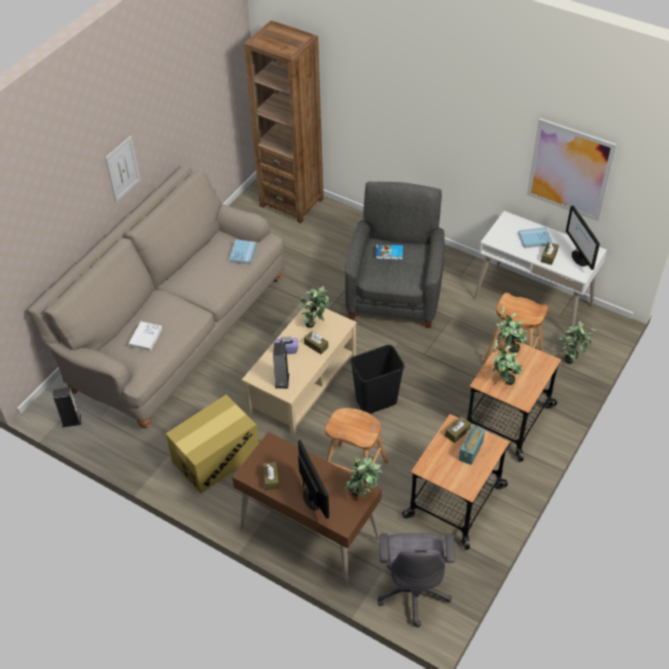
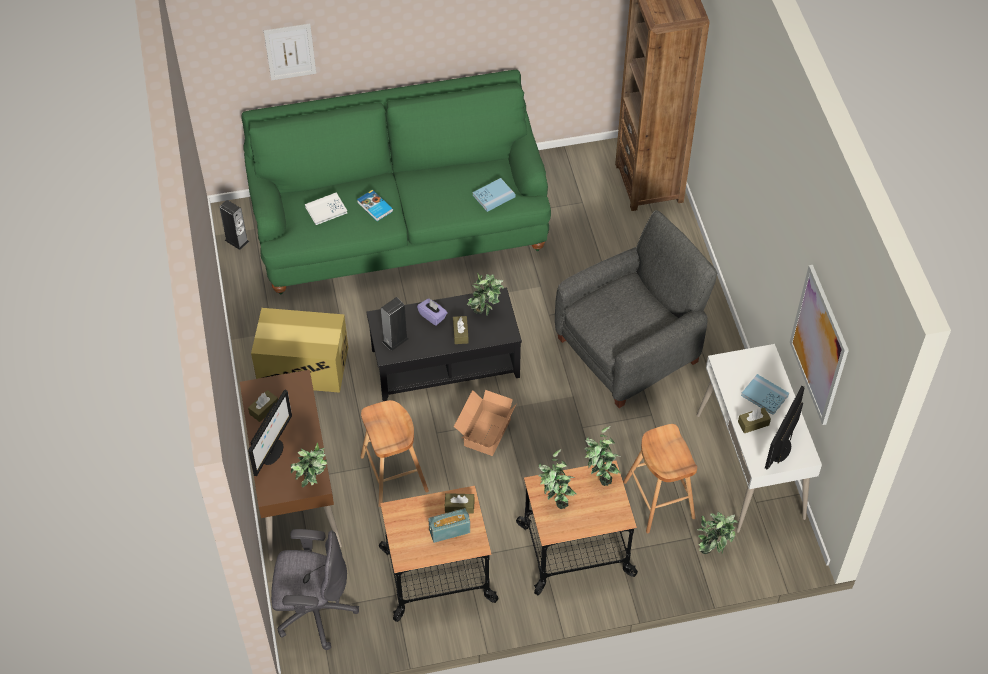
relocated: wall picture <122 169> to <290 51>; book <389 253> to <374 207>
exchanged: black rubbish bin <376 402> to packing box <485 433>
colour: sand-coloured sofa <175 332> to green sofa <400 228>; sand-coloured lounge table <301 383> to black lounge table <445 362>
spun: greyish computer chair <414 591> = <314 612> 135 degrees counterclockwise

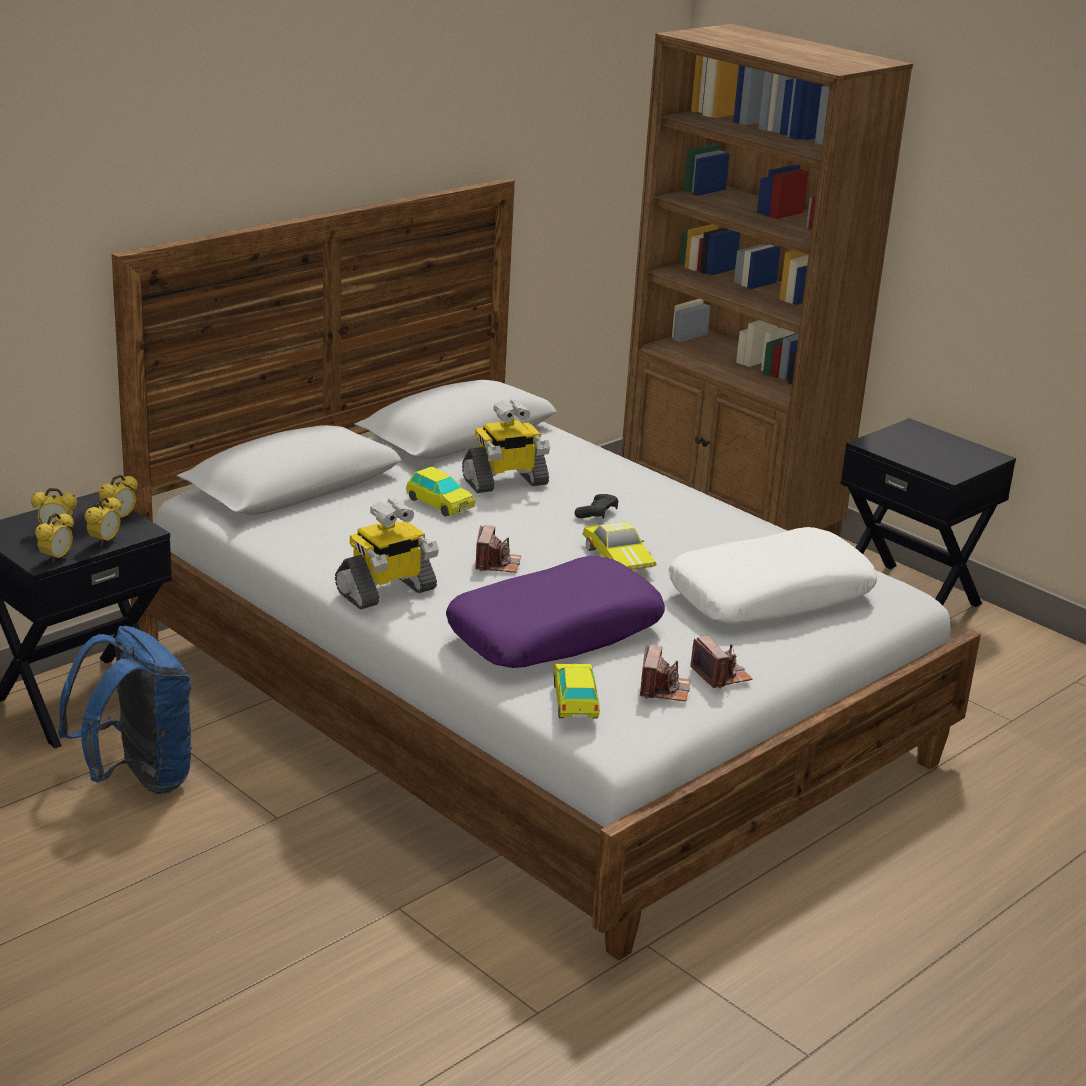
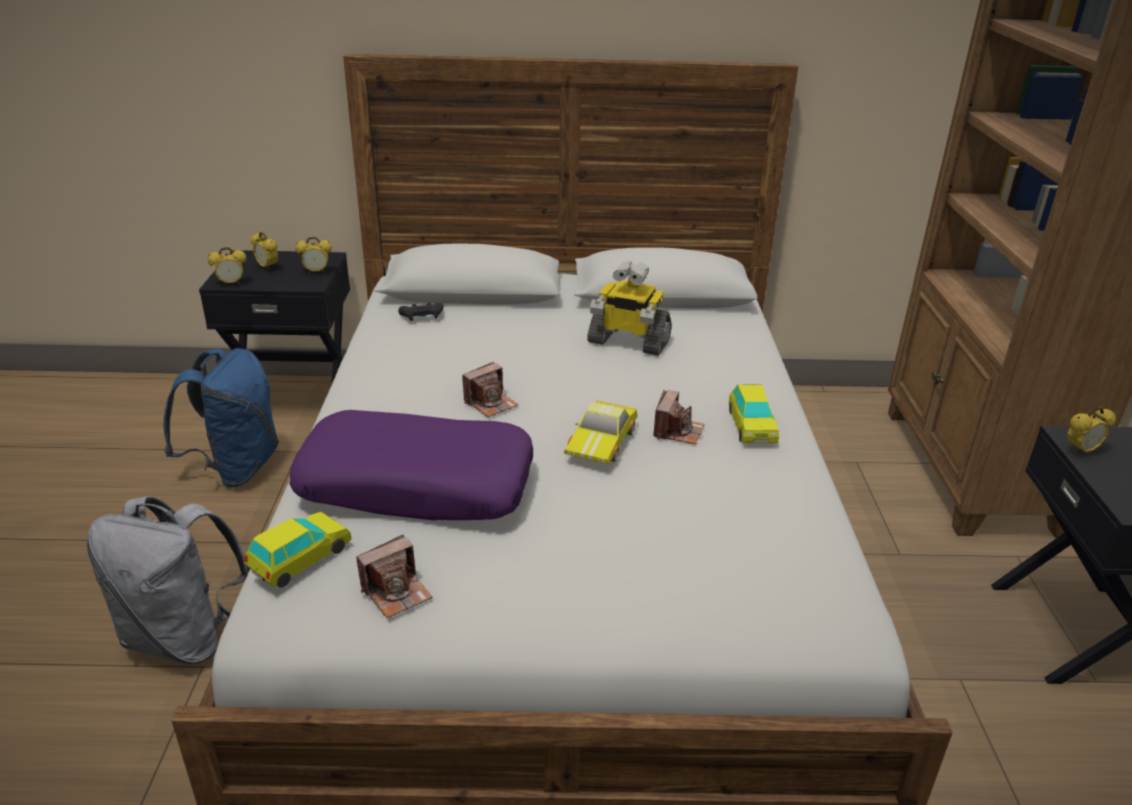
missing: robot figure <386 591>; white cushion <770 595>
appeared: greyish rucksack <184 637>
relocated: miniature car <440 504> to <751 427>; black game controller <597 513> to <422 317>; bedside clock <105 541> to <1081 451>; still camera <720 675> to <677 431>

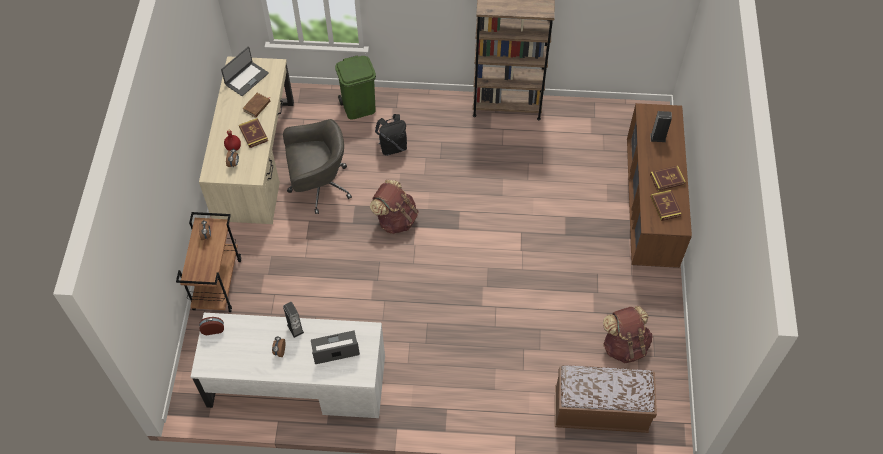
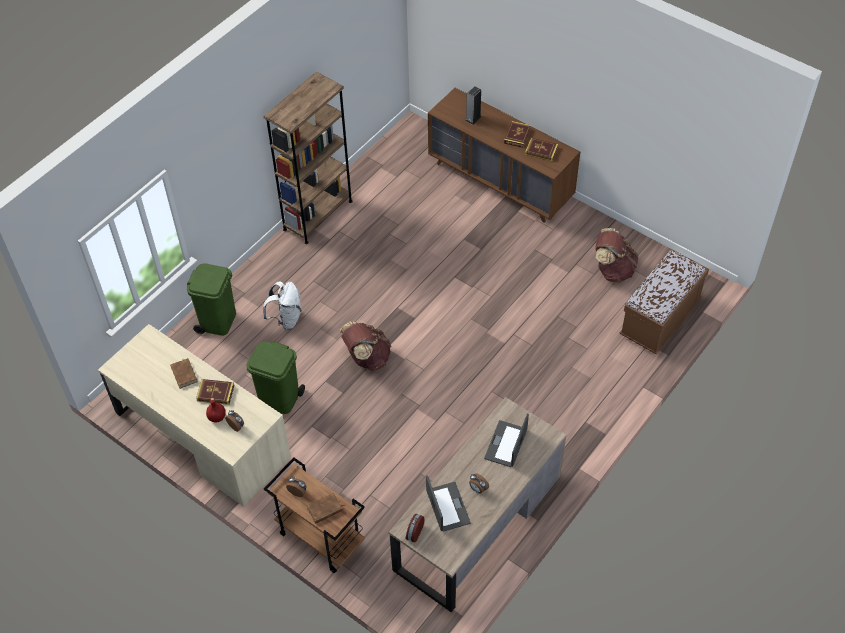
missing: speaker <295 328>
appeared: brown-coloured book <325 509>
relocated: laptop <246 79> to <447 507>
exchanged: greyish computer chair <319 186> to green rubbish bin <280 398>
colour: black rucksack <392 147> to white rucksack <286 319>; white desk unit <297 382> to brown-coloured desk unit <478 522>

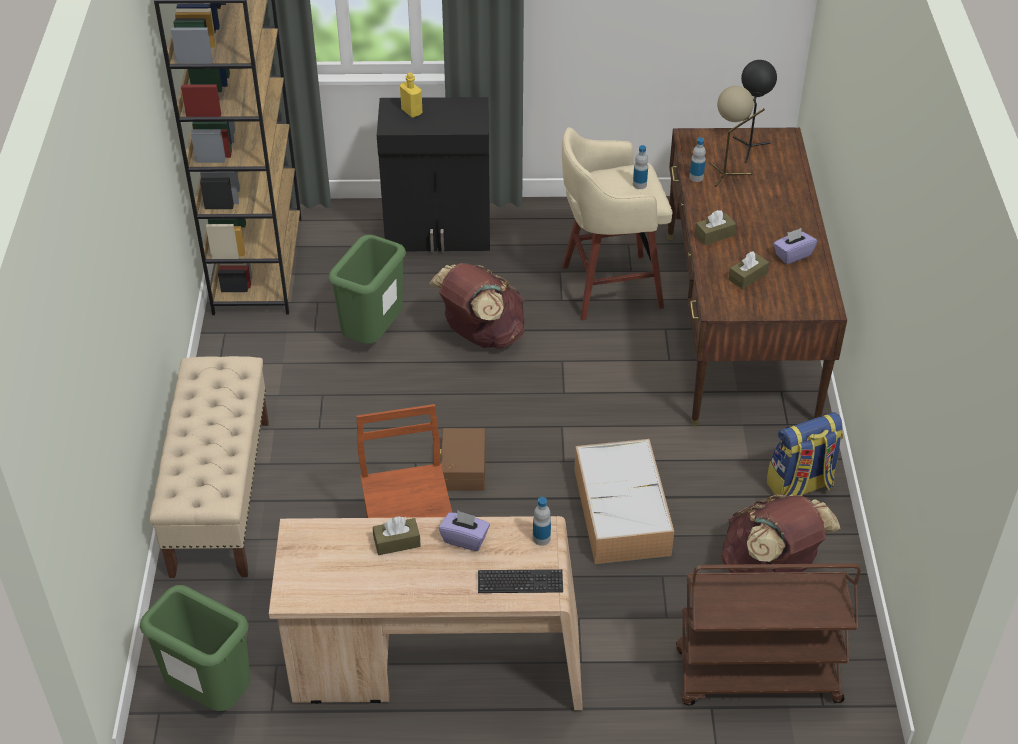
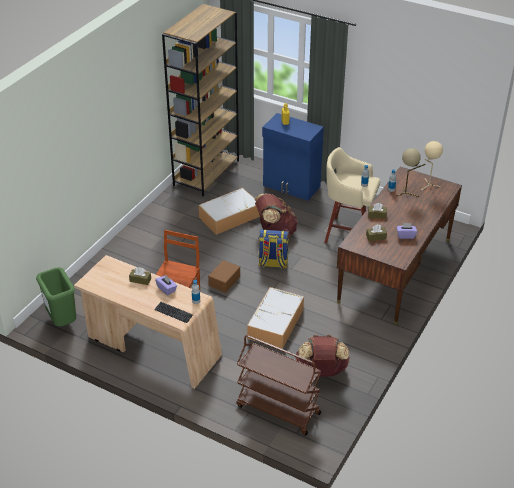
missing: sand-coloured bench <221 495>
relocated: rucksack <800 486> to <273 263>
exchanged: green rubbish bin <373 335> to storage bin <230 216>
colour: black table lamp <749 148> to sand-coloured table lamp <428 186>; black cupboard <439 234> to bluish cupboard <291 186>

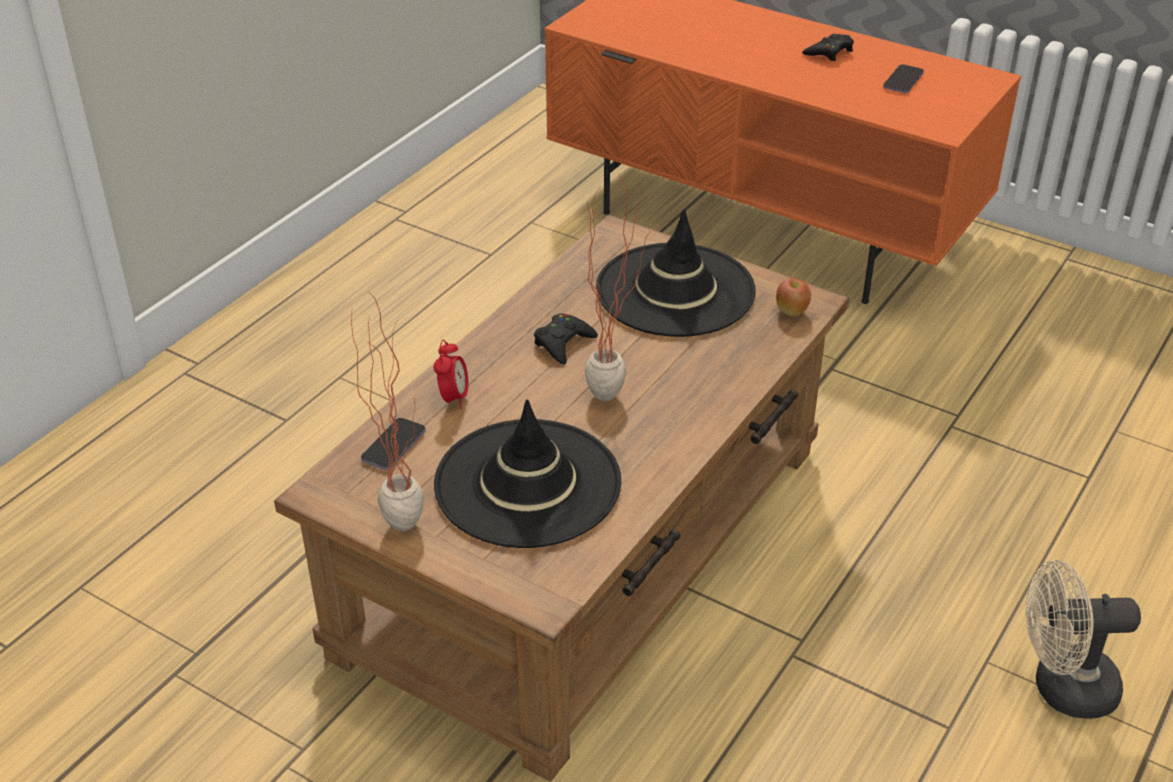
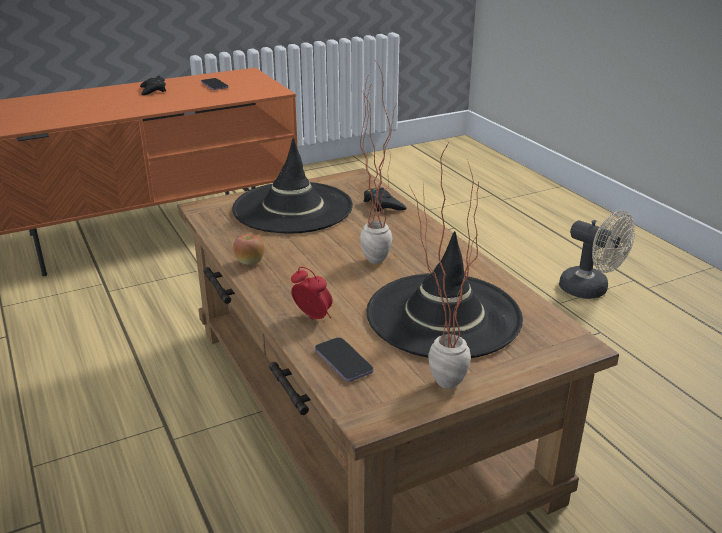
relocated: apple <792 311> to <249 262>; black game controller <563 343> to <383 205>
spun: sand-coloured electric fan <1061 688> = <590 290> 75 degrees counterclockwise

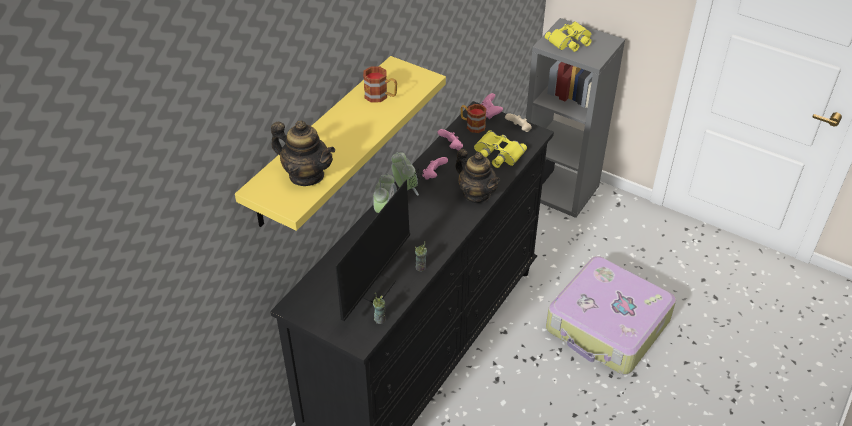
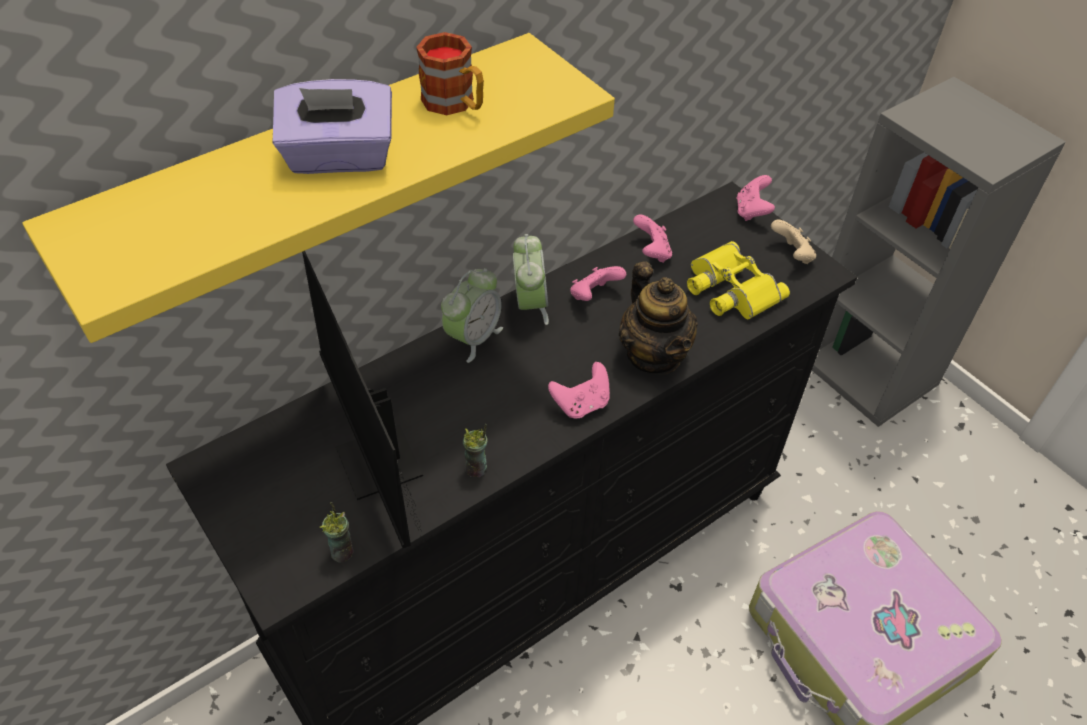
missing: yellowish binoculars <570 41>; tea mug <472 125>; tea pot <306 175>
appeared: purple-coloured tissue holder <339 157>; pink-coloured game controller <581 404>
spun: computer display <377 283> = <380 473> 105 degrees clockwise

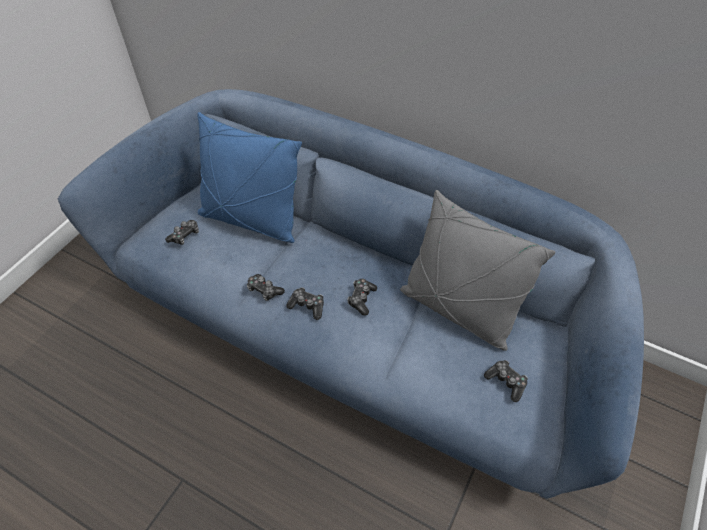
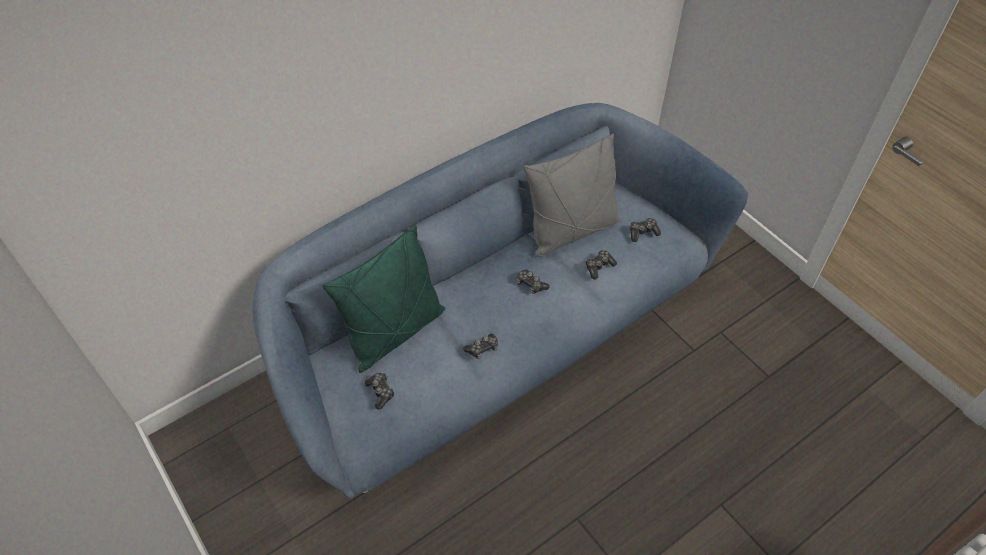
relocated: game controller <307 306> to <599 267>
colour: bluish cushion <251 220> to green cushion <395 332>

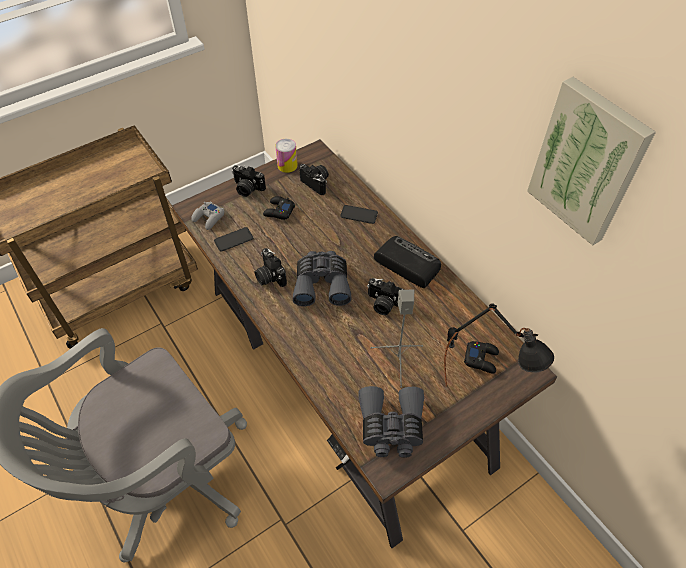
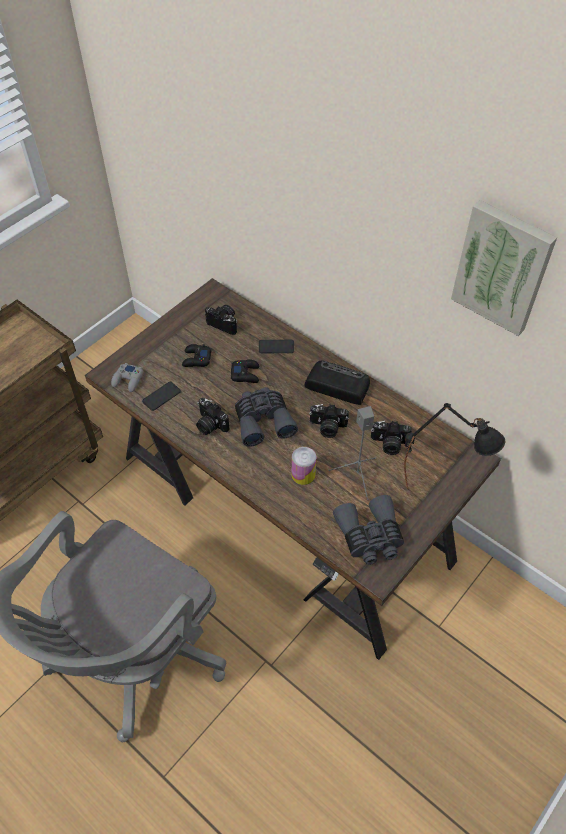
relocated: metal can <287 165> to <303 474>; still camera <247 188> to <389 444>; black game controller <481 359> to <245 374>

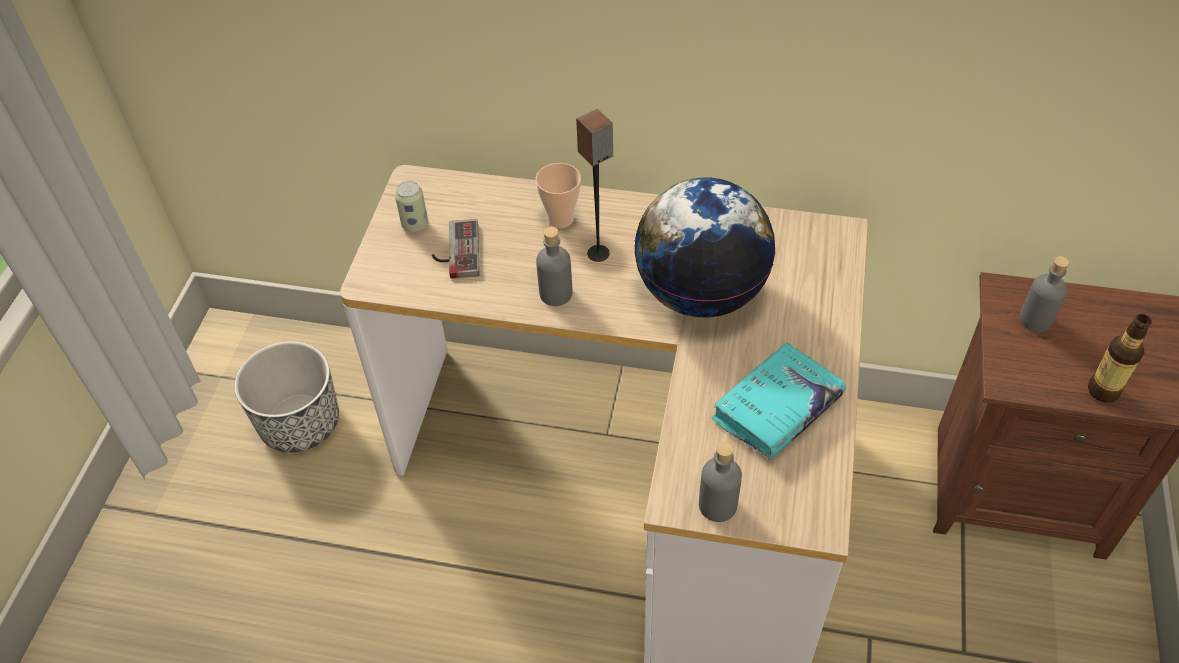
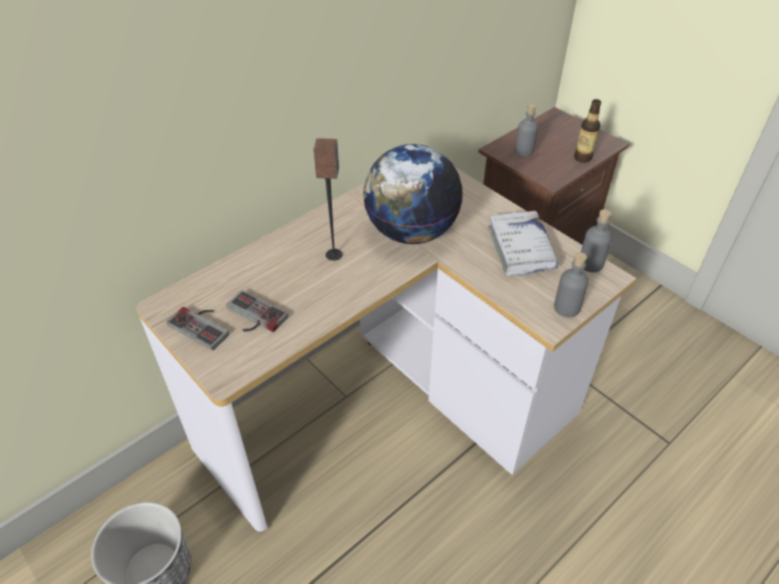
missing: cup <560 219>
relocated: greyish bottle <555 293> to <590 264>
exchanged: metal can <415 225> to game controller <203 325>
colour: blue-green book <777 409> to white book <521 249>

